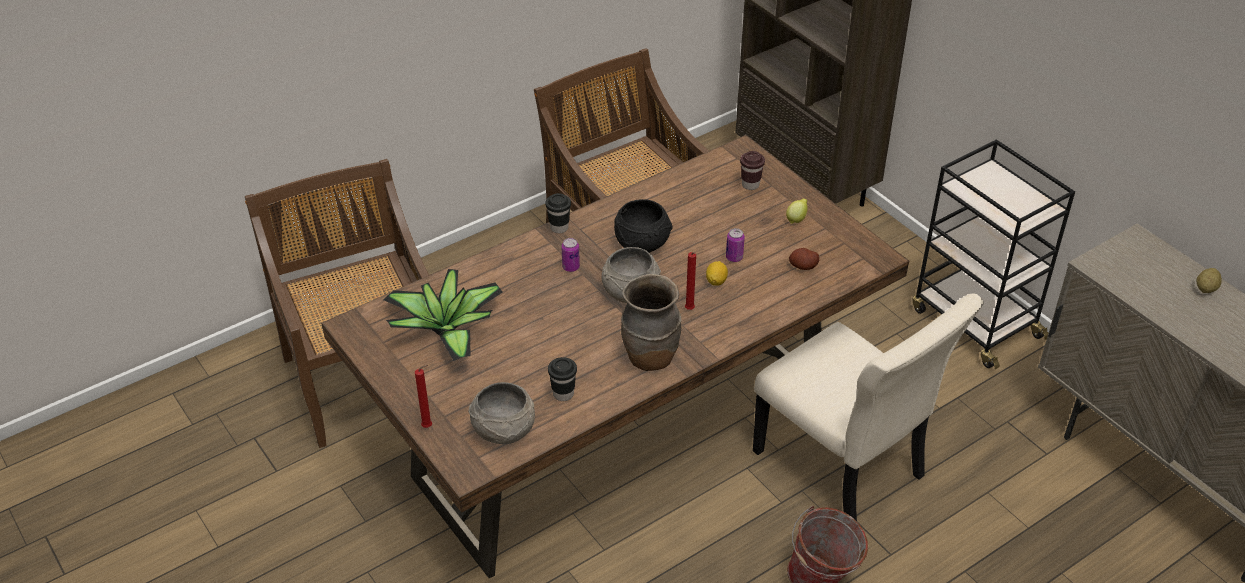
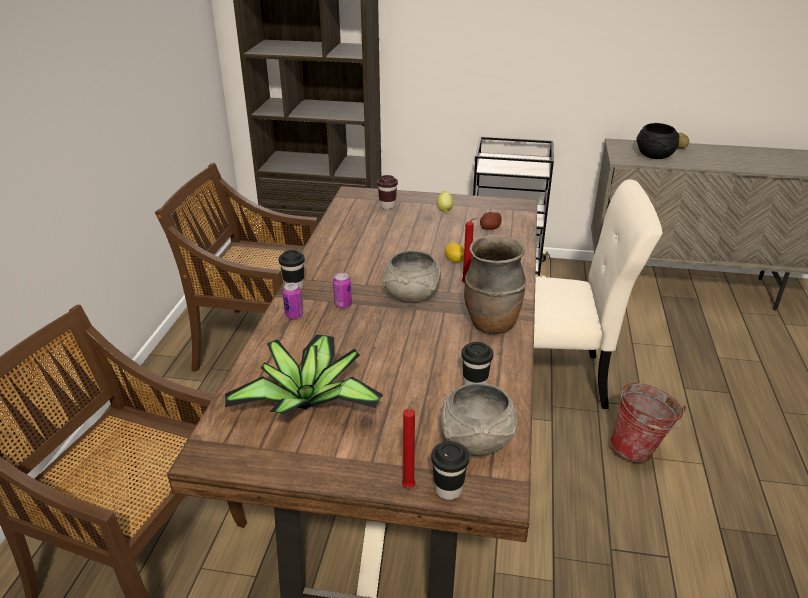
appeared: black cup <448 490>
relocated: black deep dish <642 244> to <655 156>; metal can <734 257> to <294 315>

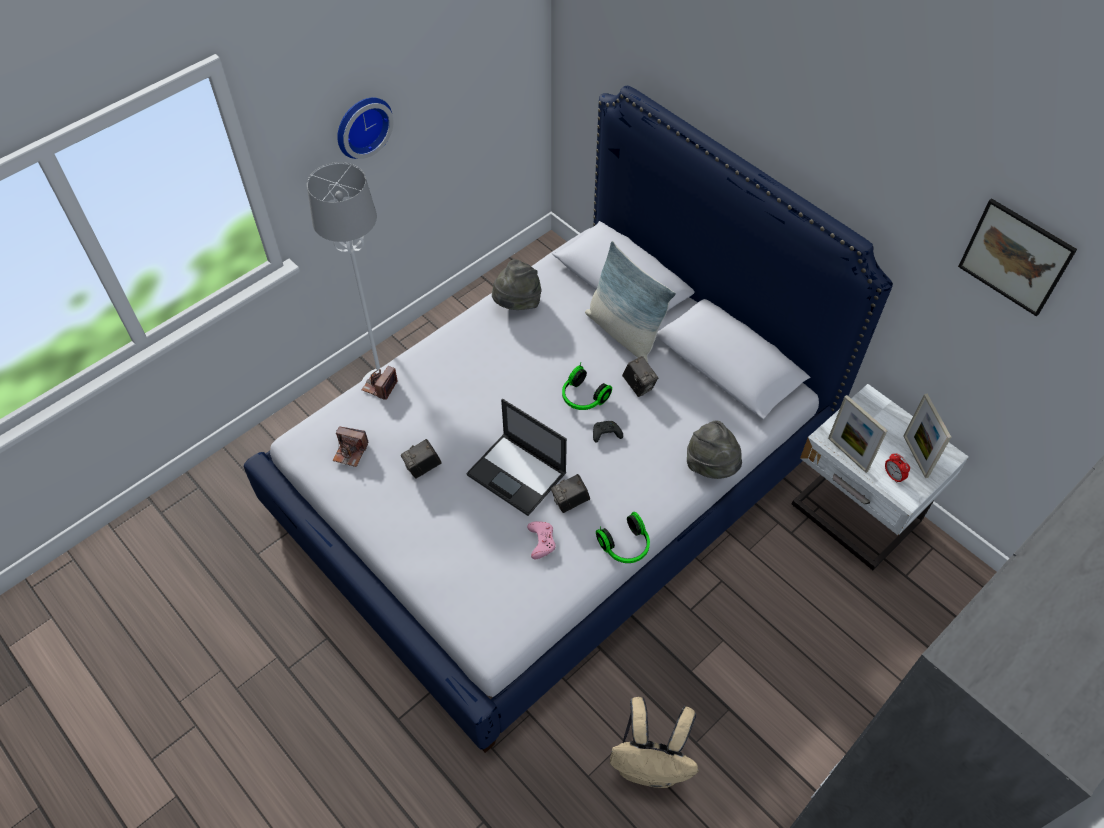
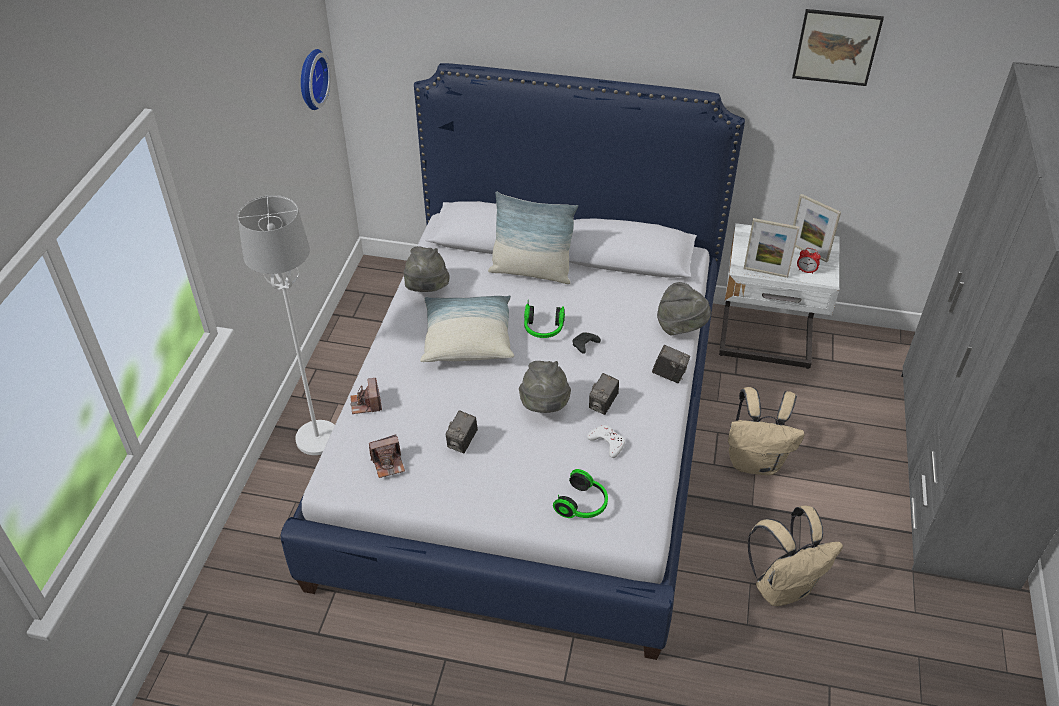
appeared: cushion <467 339>; sand-coloured rucksack <756 462>
relocated: wall clock <361 125> to <310 79>; still camera <639 385> to <669 374>; headphones <625 546> to <583 505>
exchanged: laptop <518 474> to greyish clothing hat <544 407>
colour: pink-coloured game controller <541 541> to white game controller <607 443>

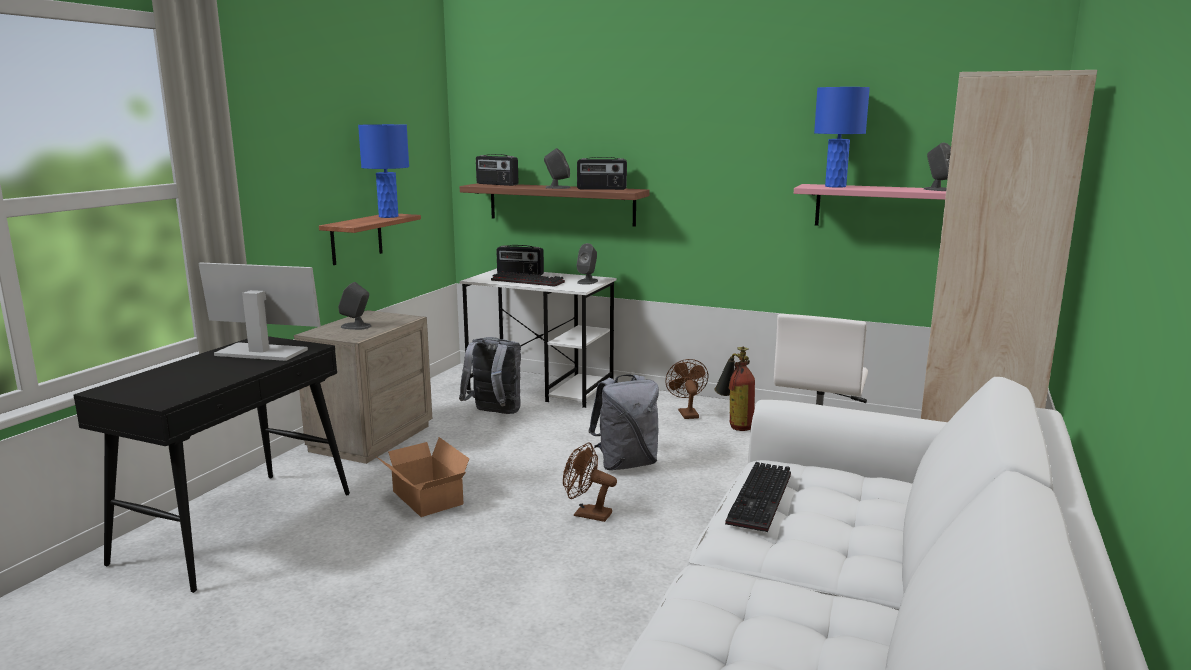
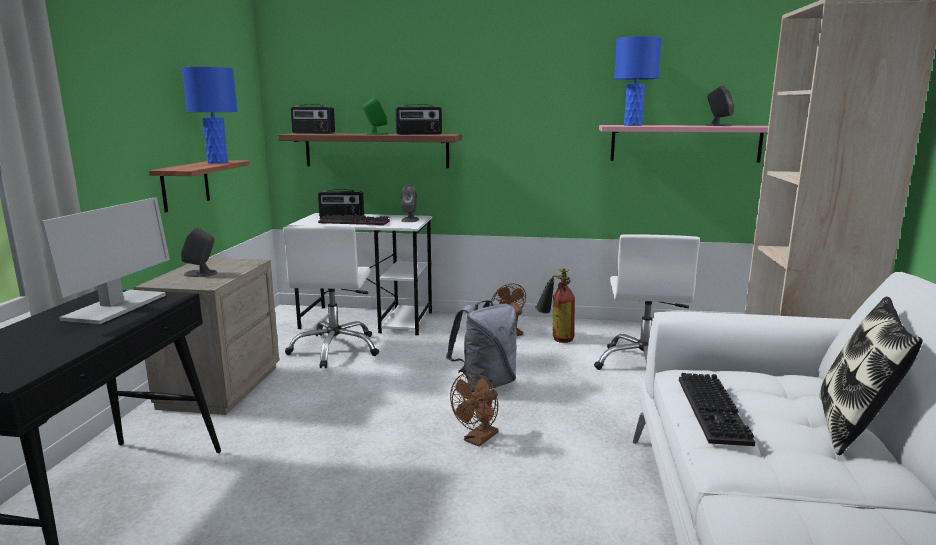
missing: packing box <425 499>
appeared: cushion <853 427>
exchanged: greyish rucksack <494 414> to white computer chair <335 349>
colour: greyish speaker <557 187> to green speaker <376 134>
spun: computer display <262 352> = <116 307> 105 degrees clockwise; brown-coloured electric fan <587 514> = <478 440> 60 degrees counterclockwise

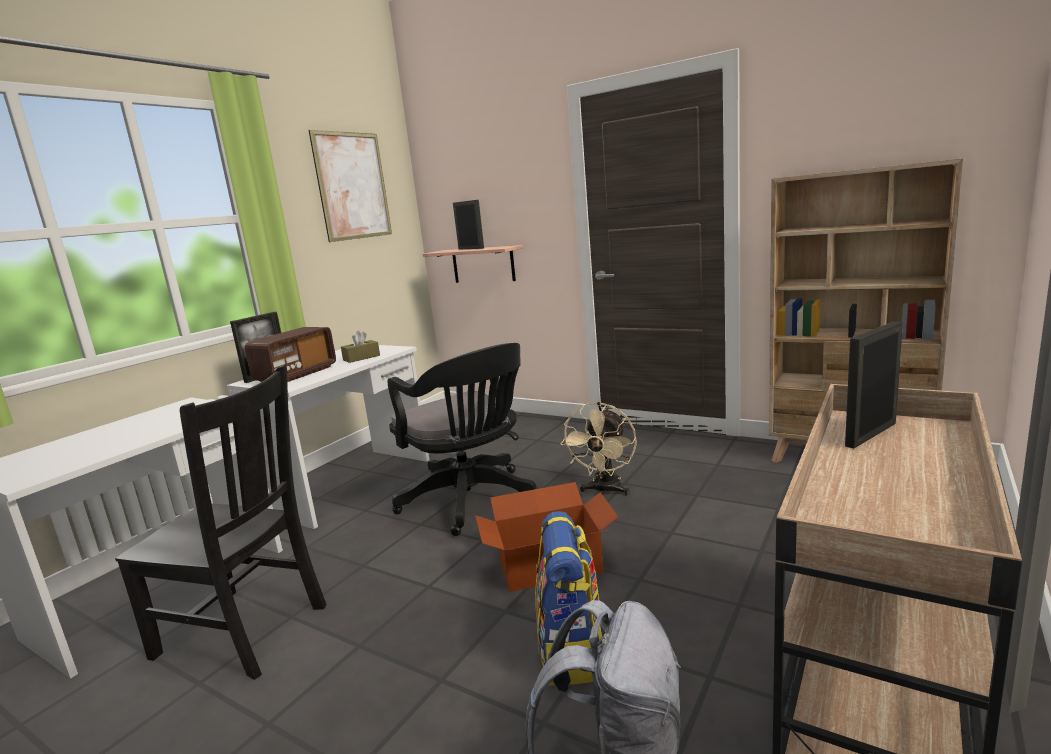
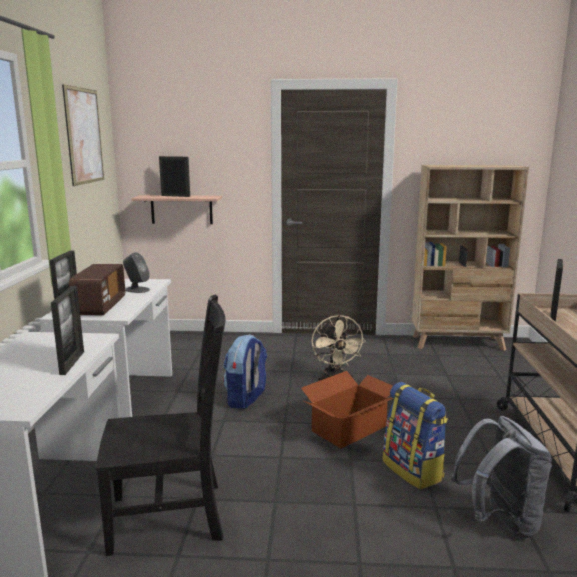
appeared: photo frame <72 362>
exchanged: brown-coloured tissue holder <361 358> to greyish speaker <137 290>; black computer chair <471 501> to rucksack <246 399>

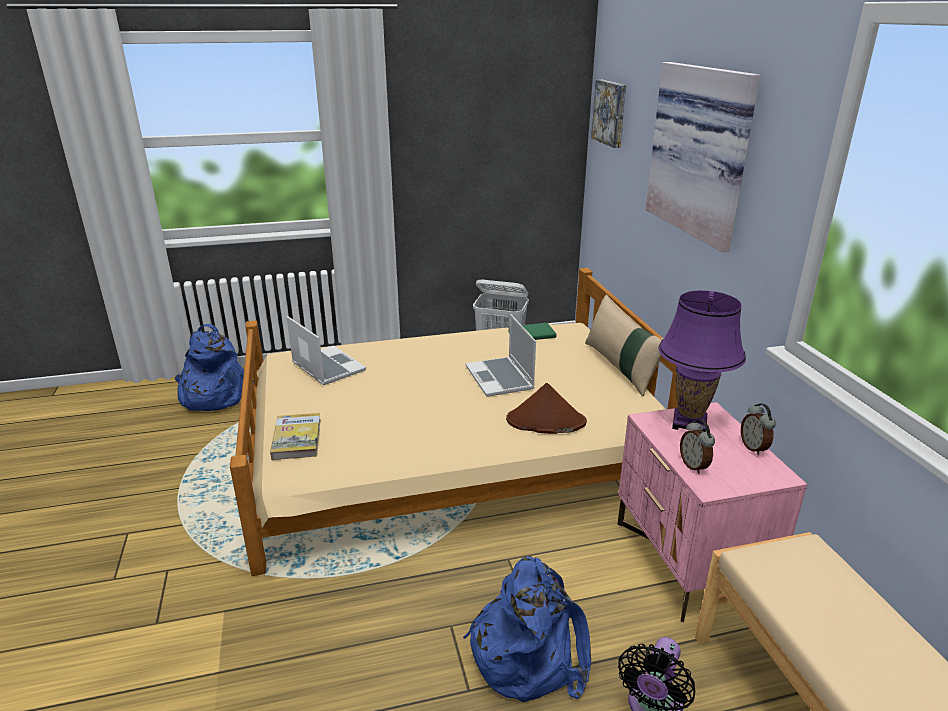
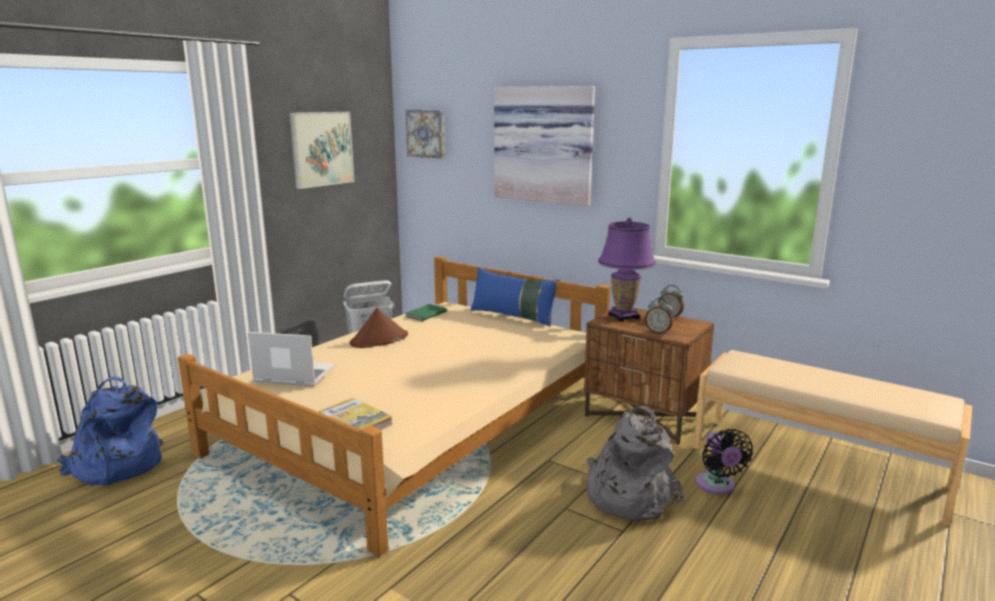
missing: laptop <500 378>
appeared: wall picture <322 149>
relocated: brown-coloured clothing hat <545 421> to <379 340>
colour: sand-coloured cushion <621 367> to bluish cushion <513 316>; pink-coloured nightstand <689 562> to brown-coloured nightstand <644 417>; bluish rucksack <529 652> to greyish rucksack <627 496>

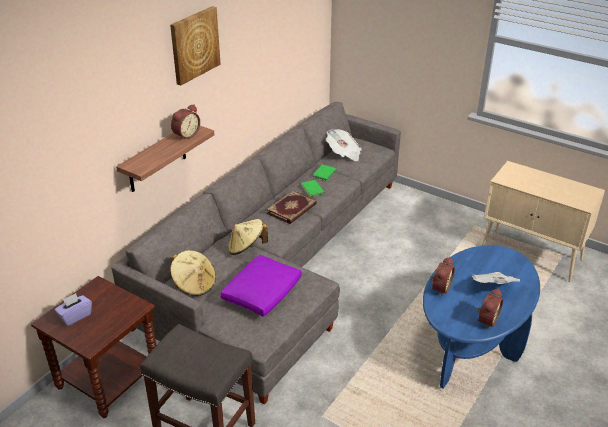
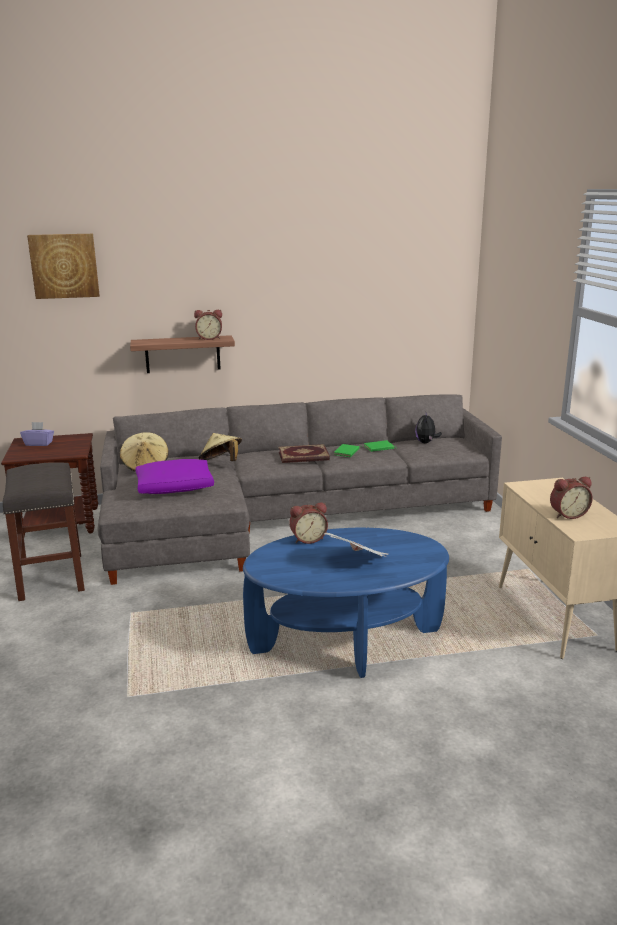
relocated: wall picture <194 45> to <64 266>; bedside clock <486 320> to <567 514>
exchanged: daily paper <344 153> to plush toy <426 442>

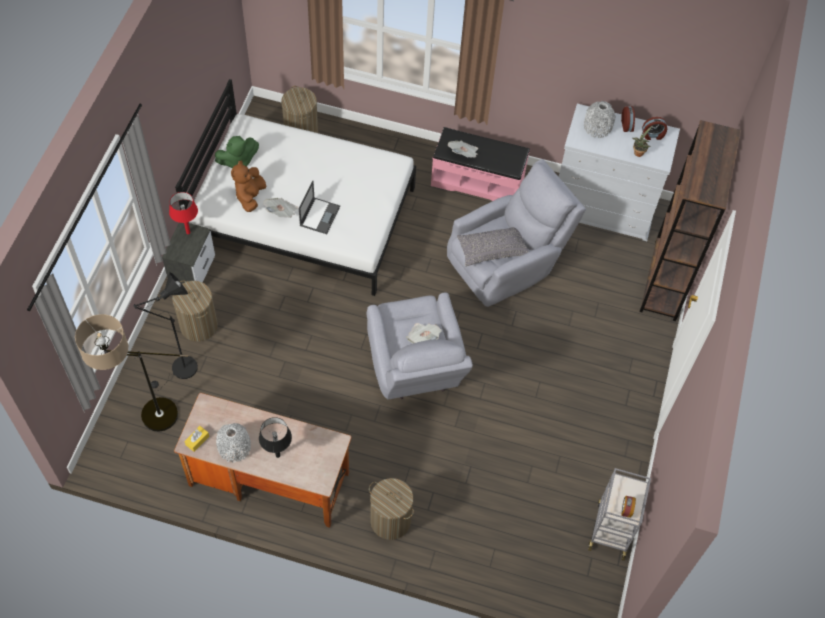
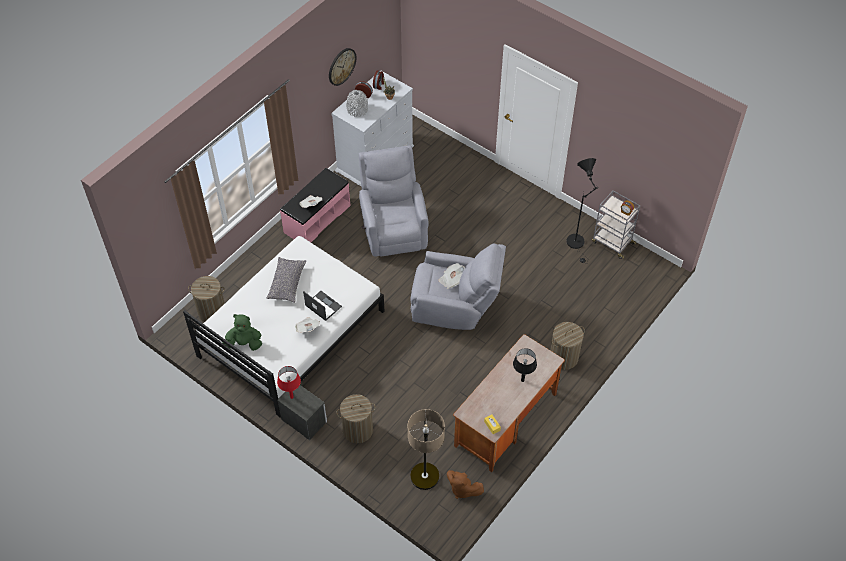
missing: brown-coloured bookcase <665 280>; greyish decorative vase <234 447>
appeared: wall clock <341 66>
relocated: brown-coloured plush toy <250 196> to <462 489>; greyish cushion <492 250> to <287 283>; black standard lamp <180 371> to <577 244>
spun: green plush toy <238 161> = <244 343> 90 degrees counterclockwise

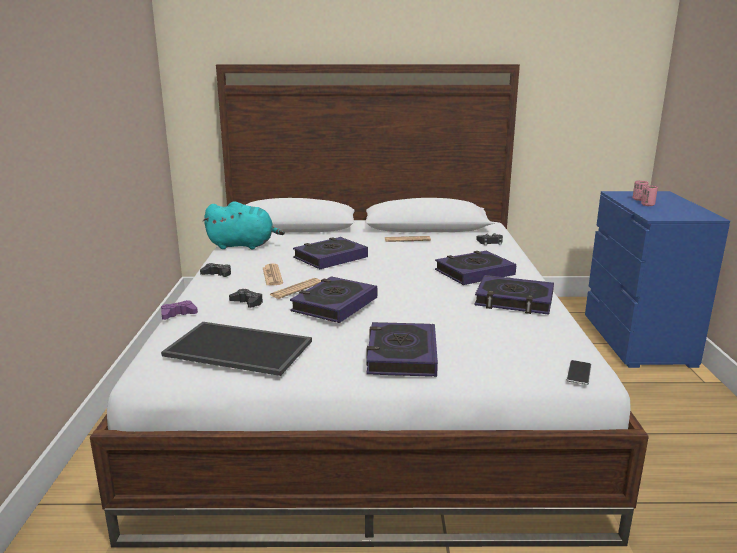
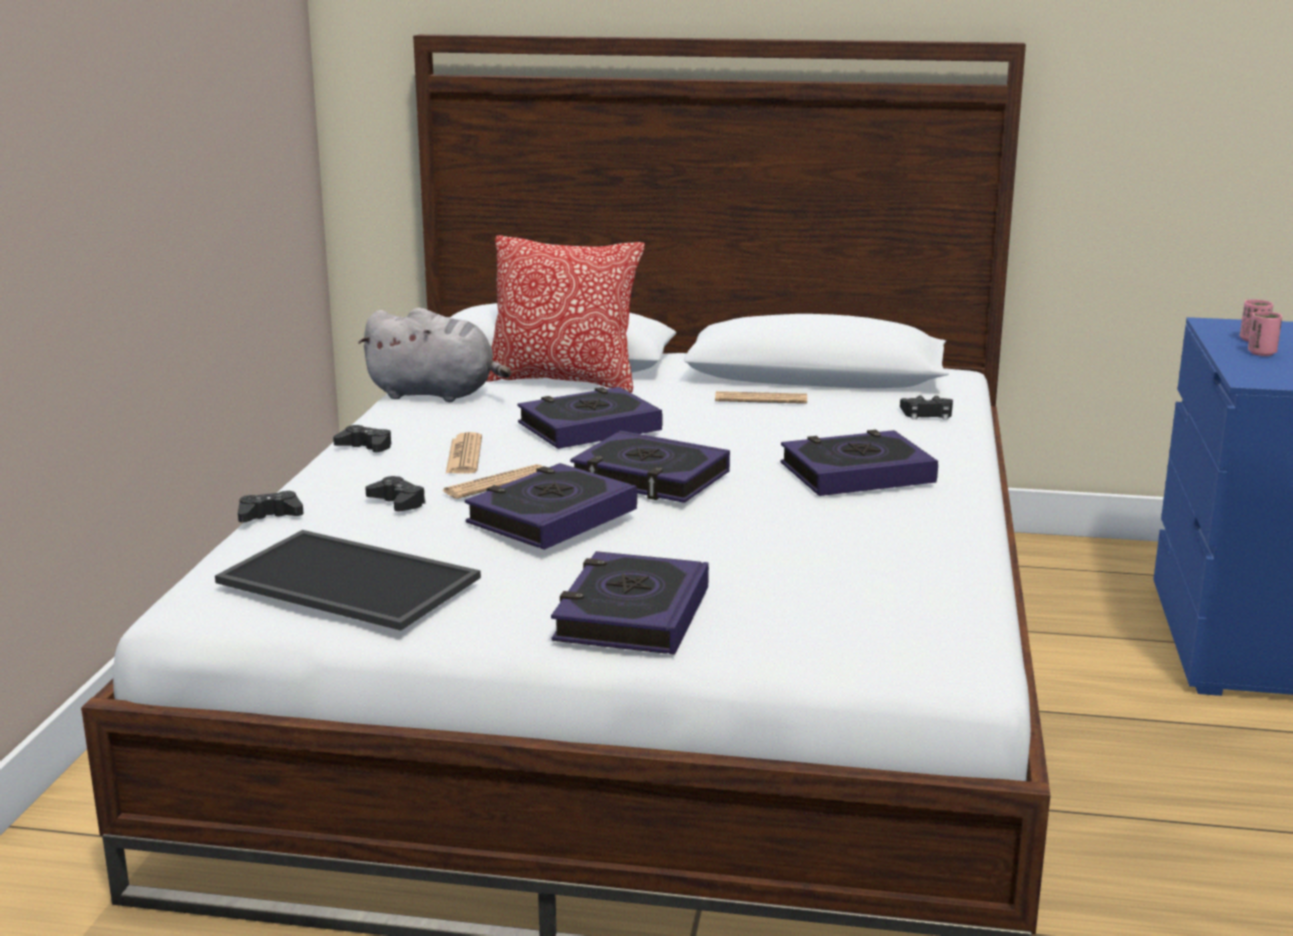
missing: telephone <579 373>
appeared: cushion <564 381>
relocated: book <514 300> to <650 478>
colour: blue-green plush toy <244 245> to greyish plush toy <436 394>; purple-coloured game controller <178 314> to black game controller <270 515>

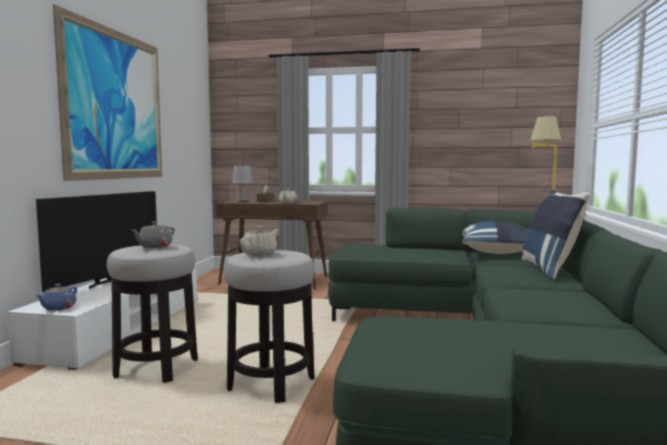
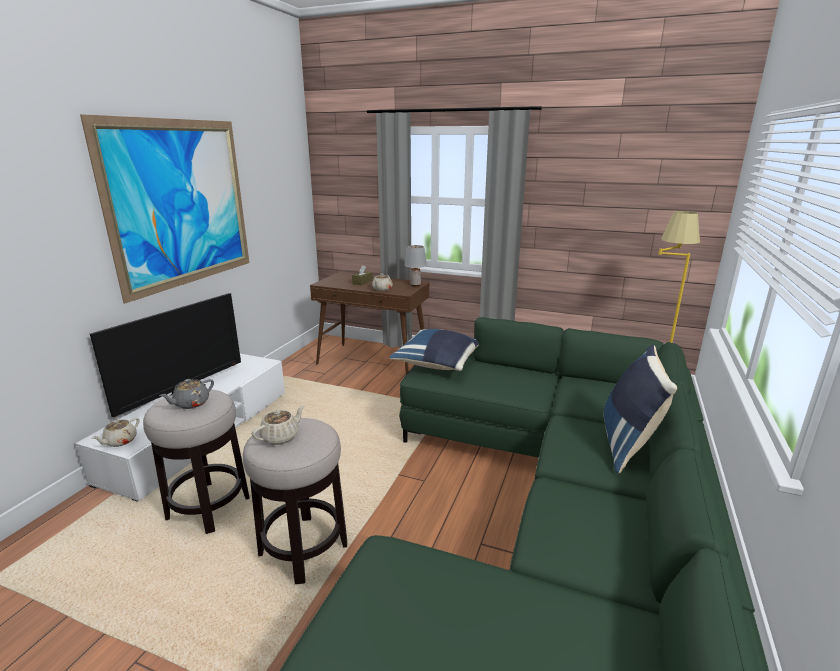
relocated: greyish table lamp <242 201> to <415 285>; bluish cushion <497 253> to <438 364>
colour: bluish tea pot <58 308> to sand-coloured tea pot <120 441>

